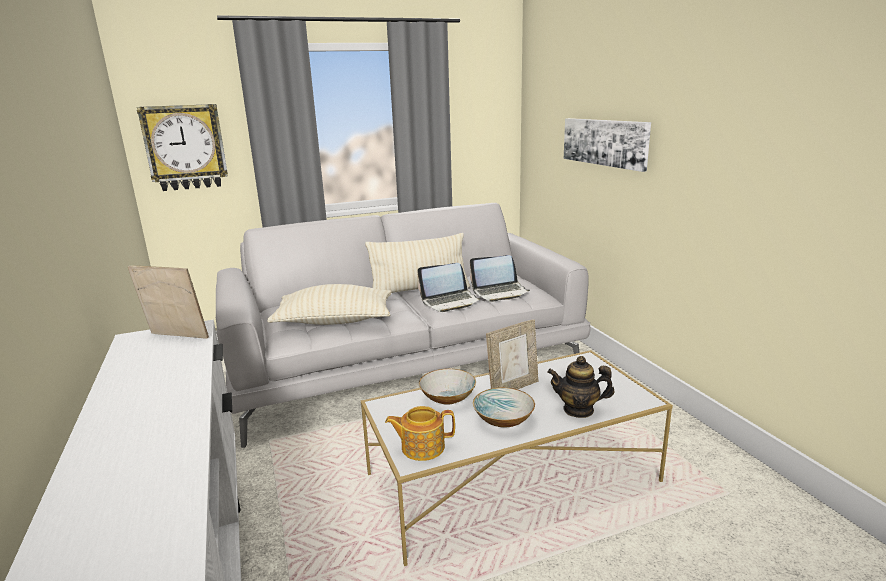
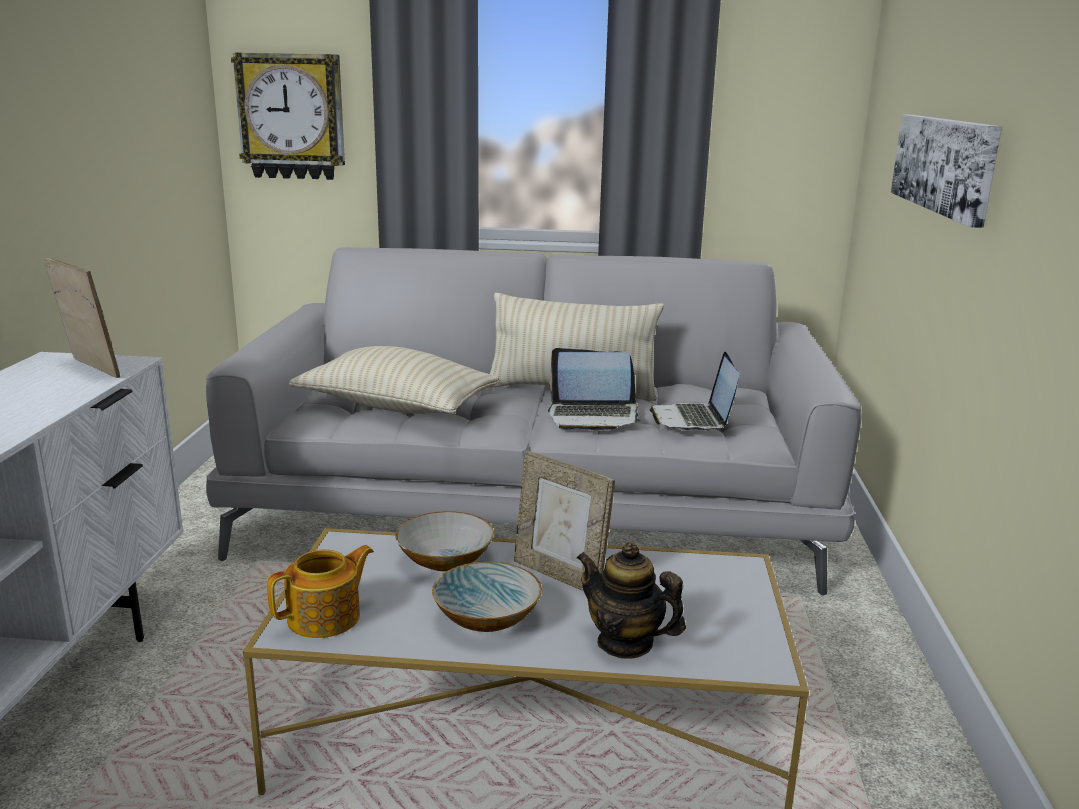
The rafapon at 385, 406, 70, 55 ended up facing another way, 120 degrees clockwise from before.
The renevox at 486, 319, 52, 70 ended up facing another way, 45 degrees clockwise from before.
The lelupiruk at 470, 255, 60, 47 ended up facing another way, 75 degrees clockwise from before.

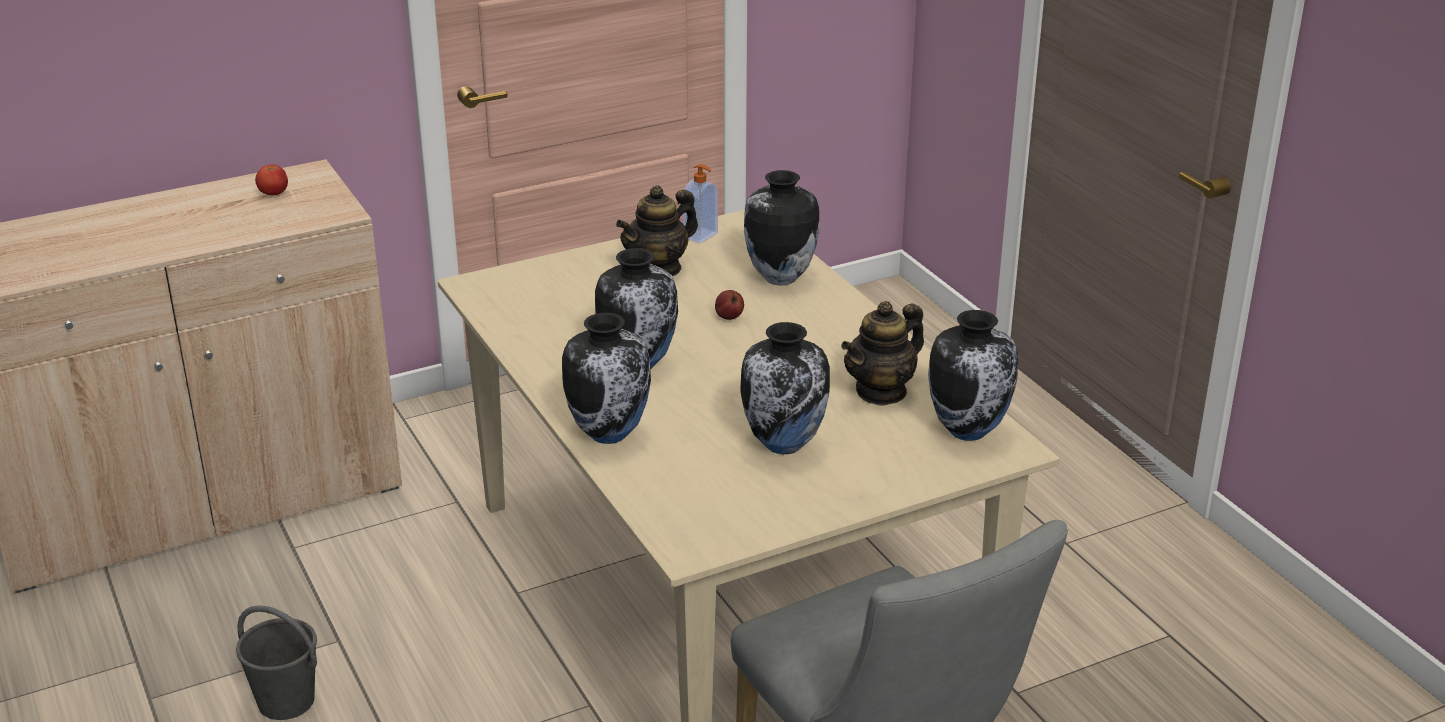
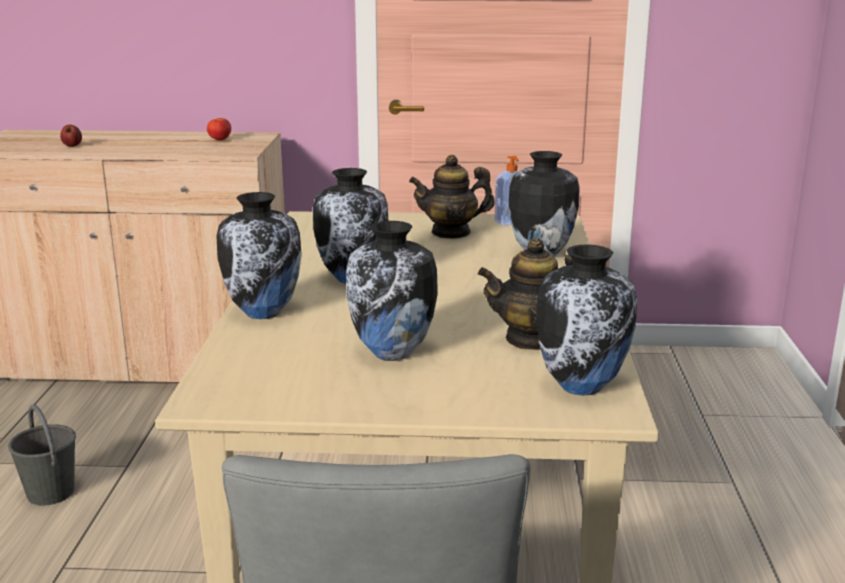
The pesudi ended up elsewhere, having gone from 715, 290, 29, 30 to 60, 125, 22, 22.

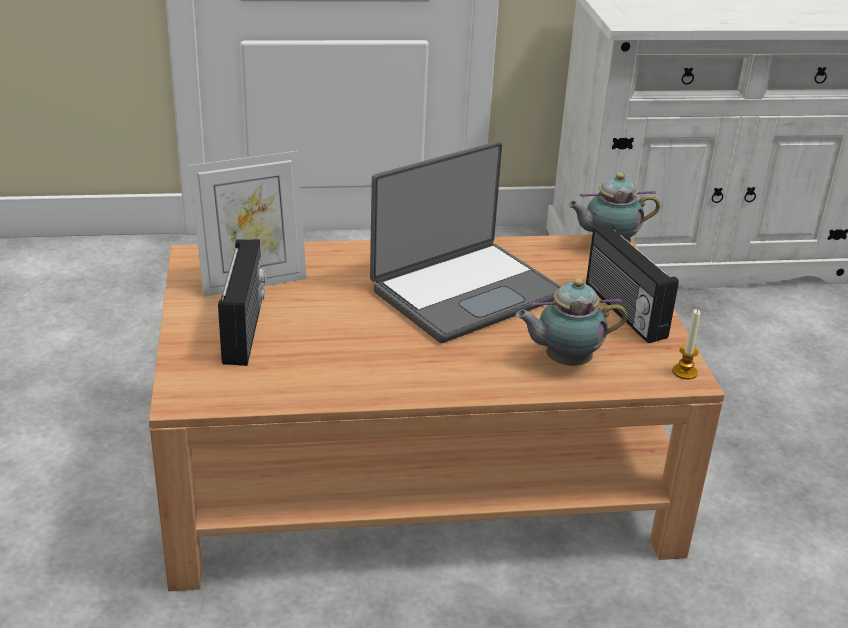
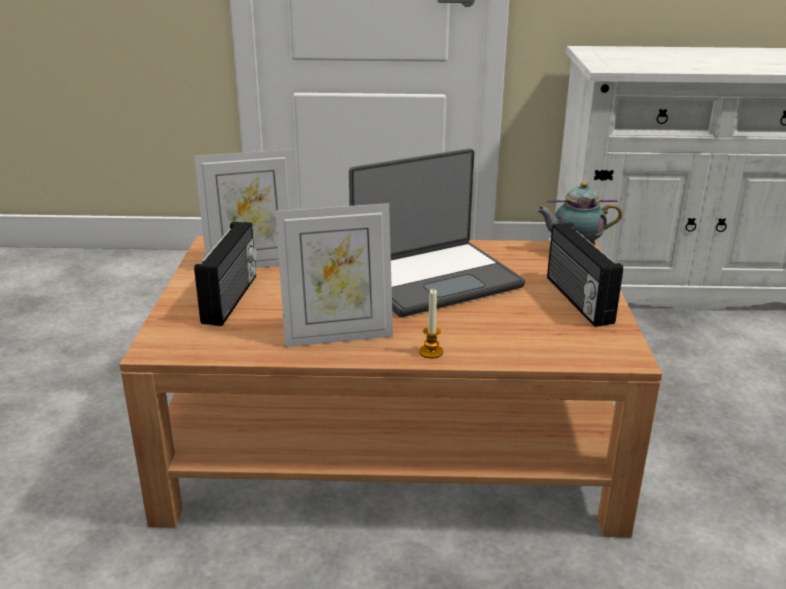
The second view gained the renevox at 275, 203, 118, 144.
The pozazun ended up elsewhere, having gone from 672, 309, 29, 70 to 419, 289, 24, 70.
The second view lost the rafapon at 516, 278, 111, 88.

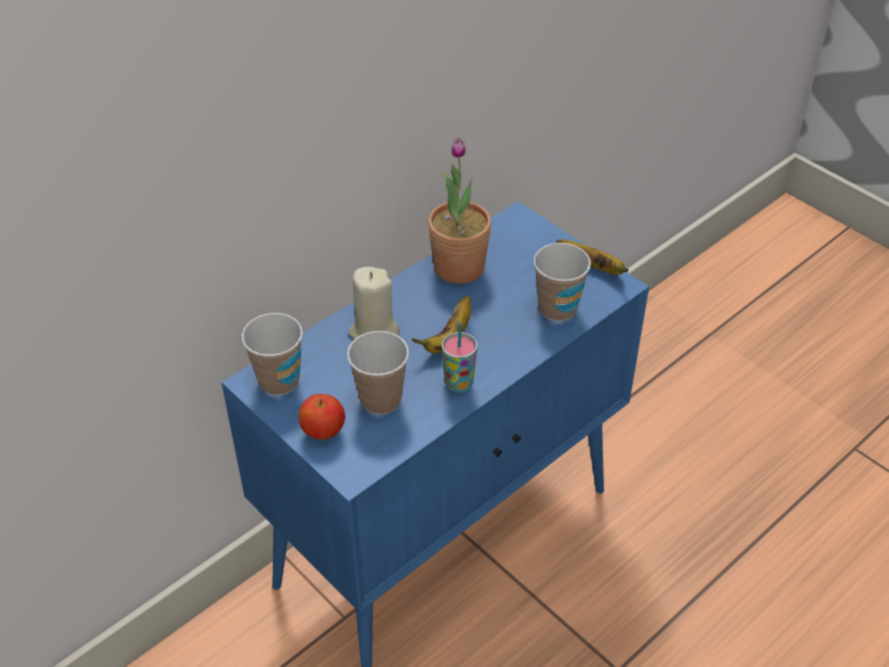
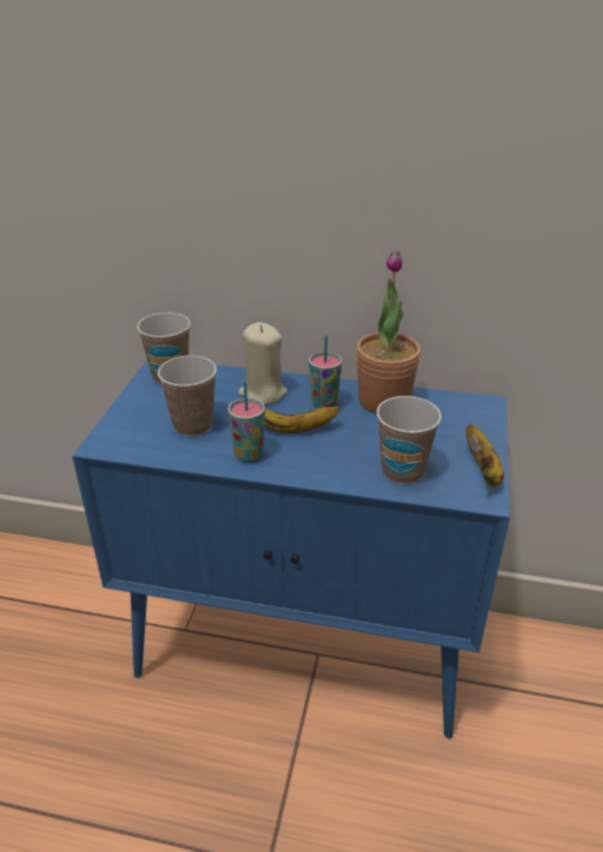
The second view gained the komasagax at 309, 335, 33, 74.
The second view lost the pesudi at 298, 394, 47, 46.

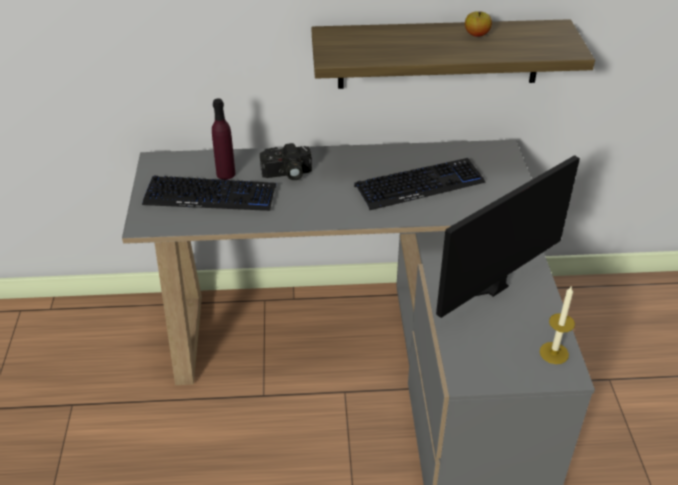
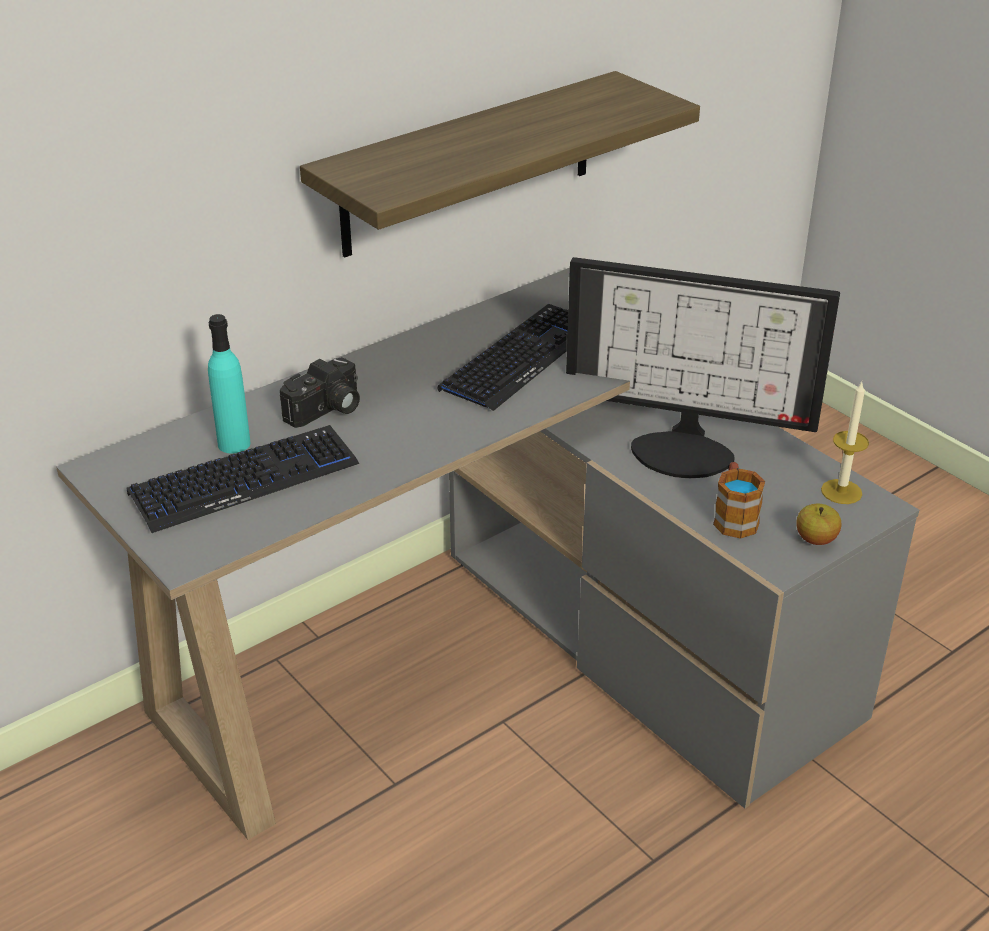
What was the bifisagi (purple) at 212, 99, 23, 81 turned into the bifisagi (turquoise) at 208, 314, 42, 139.
The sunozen at 436, 155, 144, 163 ended up facing another way, 90 degrees counterclockwise from before.
The second view gained the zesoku at 713, 462, 52, 77.
The pesudi ended up elsewhere, having gone from 465, 11, 27, 26 to 796, 504, 45, 41.

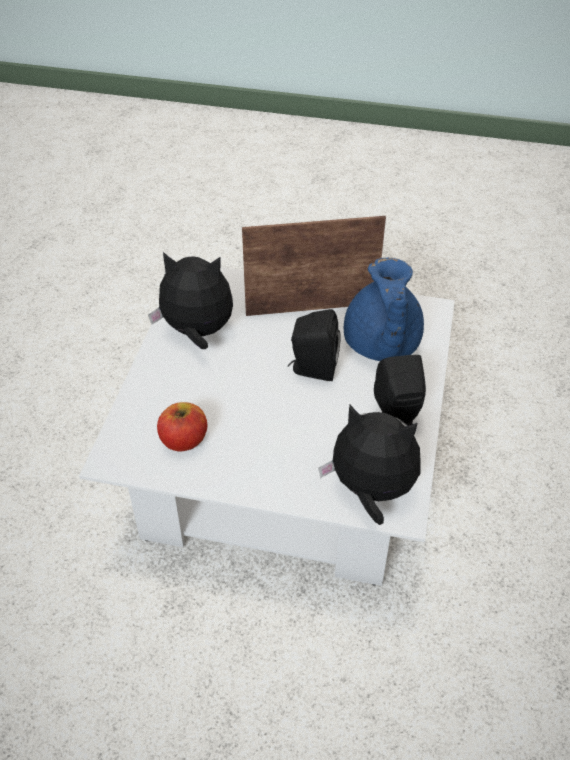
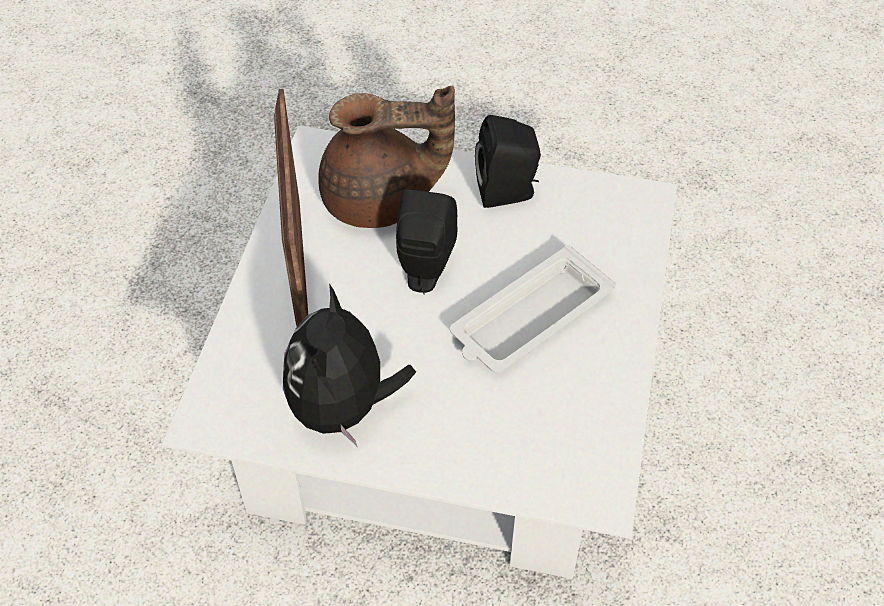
What was the rafapon (blue) at 344, 258, 80, 103 turned into the rafapon (brown) at 318, 85, 137, 143.
The second view gained the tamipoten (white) at 450, 245, 166, 128.
The second view lost the pesudi at 157, 402, 50, 50.
The second view lost the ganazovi at 318, 405, 103, 120.

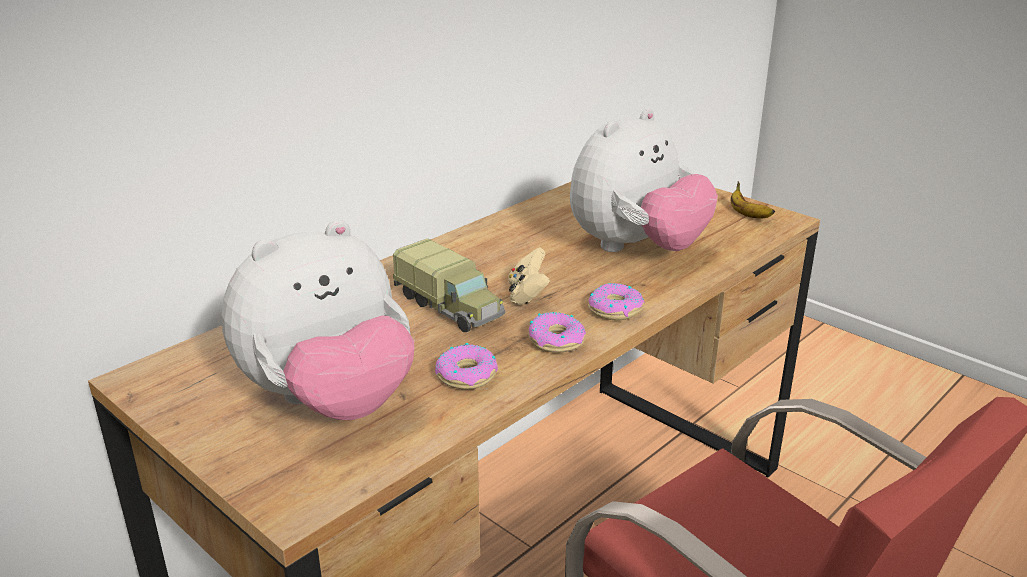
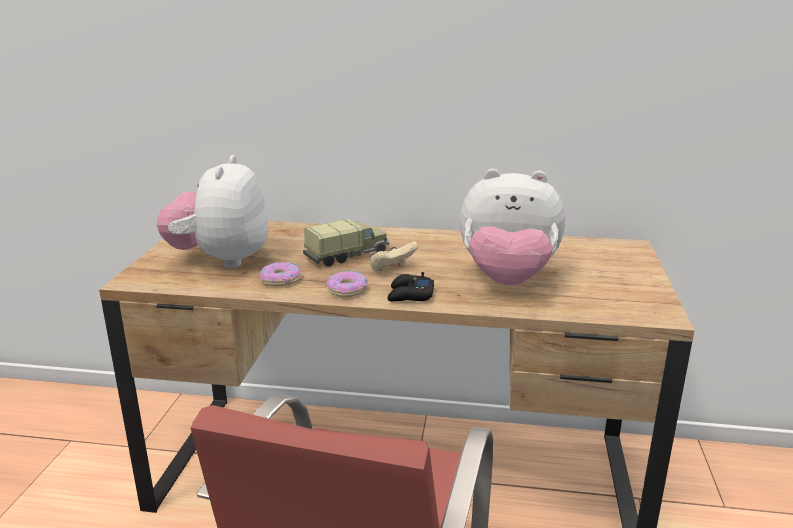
The ganazovi at 221, 220, 193, 200 ended up facing another way, 75 degrees clockwise from before.
The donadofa at 393, 238, 112, 94 ended up facing another way, 135 degrees counterclockwise from before.
Where the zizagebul stood at 588, 283, 57, 37, the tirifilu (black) came to stand at 387, 272, 47, 30.
The second view lost the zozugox at 730, 181, 45, 37.

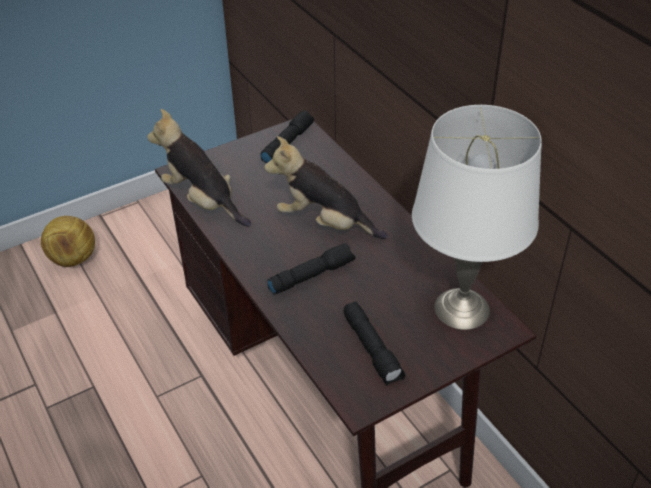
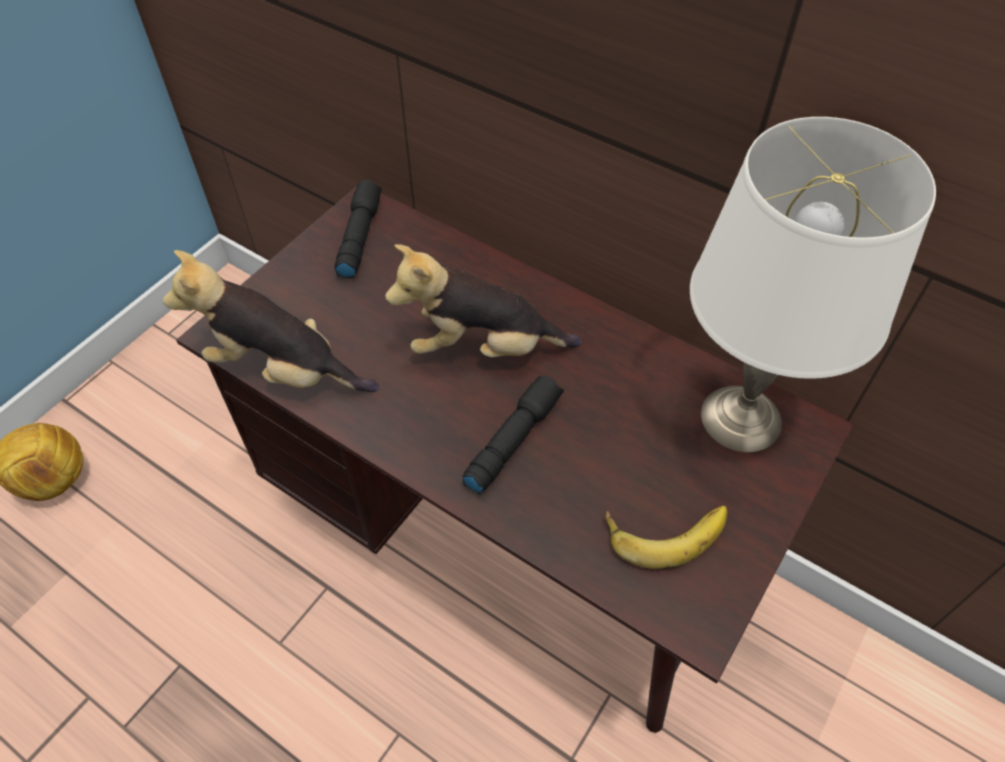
Where the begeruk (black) stood at 344, 302, 61, 83, the zozugox came to stand at 605, 506, 122, 63.

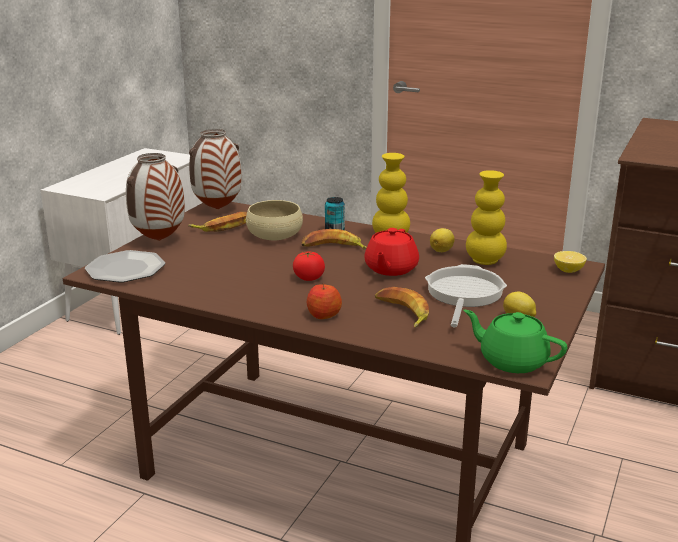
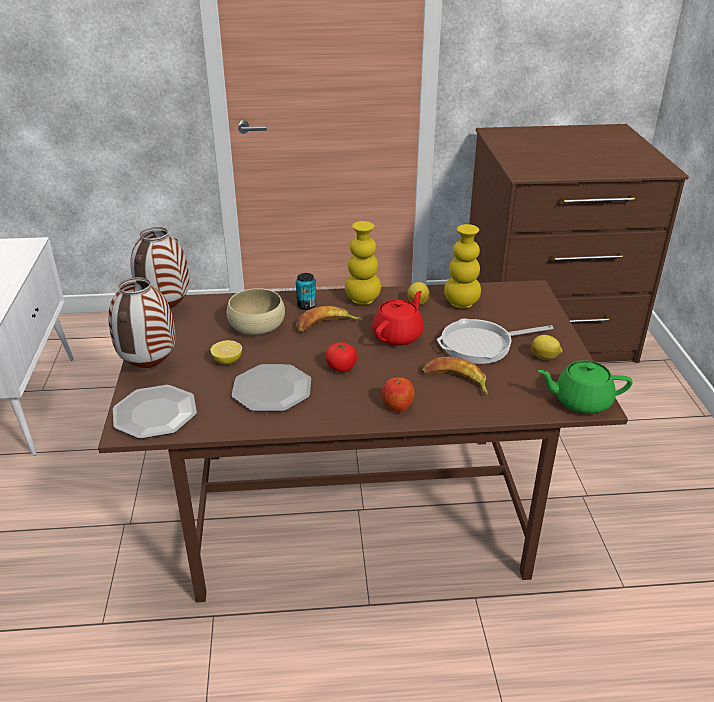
The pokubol ended up elsewhere, having gone from 554, 251, 33, 22 to 210, 340, 32, 24.
The second view gained the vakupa at 231, 364, 80, 47.
The rafapon (red) at 364, 228, 55, 48 ended up facing another way, 135 degrees counterclockwise from before.
The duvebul at 425, 264, 82, 63 ended up facing another way, 90 degrees counterclockwise from before.
The second view lost the zozugox at 188, 212, 59, 20.

